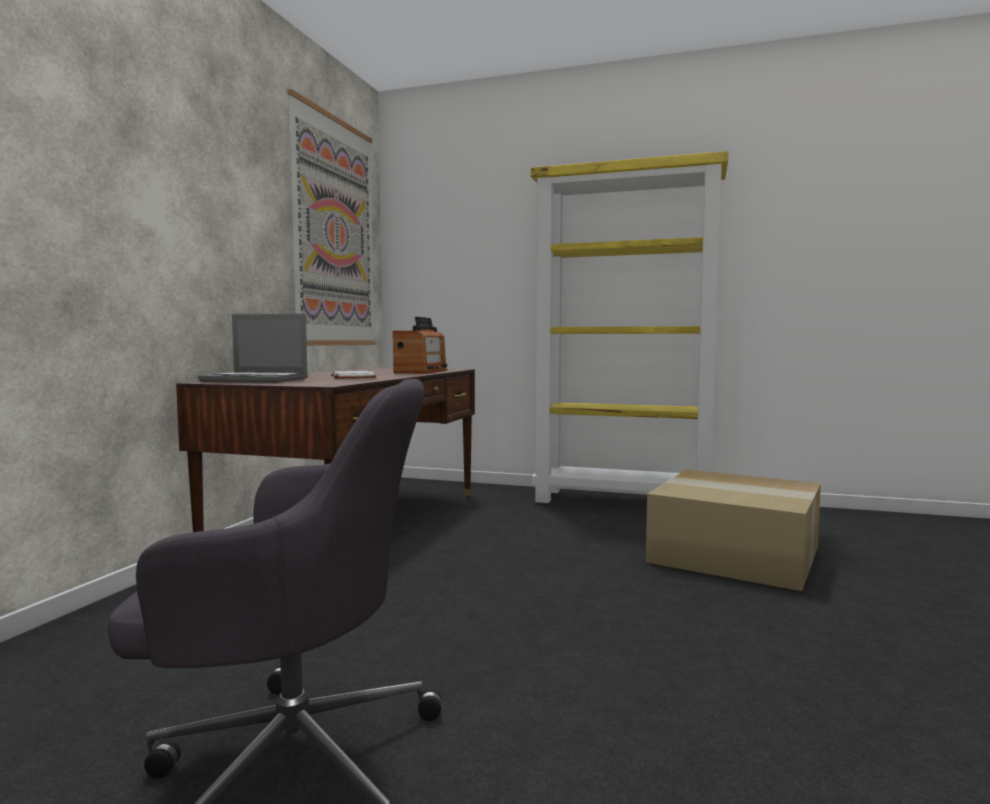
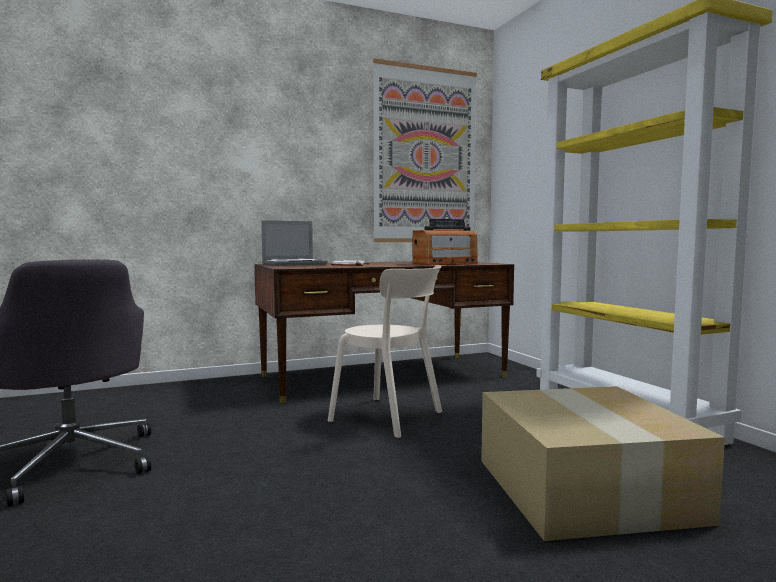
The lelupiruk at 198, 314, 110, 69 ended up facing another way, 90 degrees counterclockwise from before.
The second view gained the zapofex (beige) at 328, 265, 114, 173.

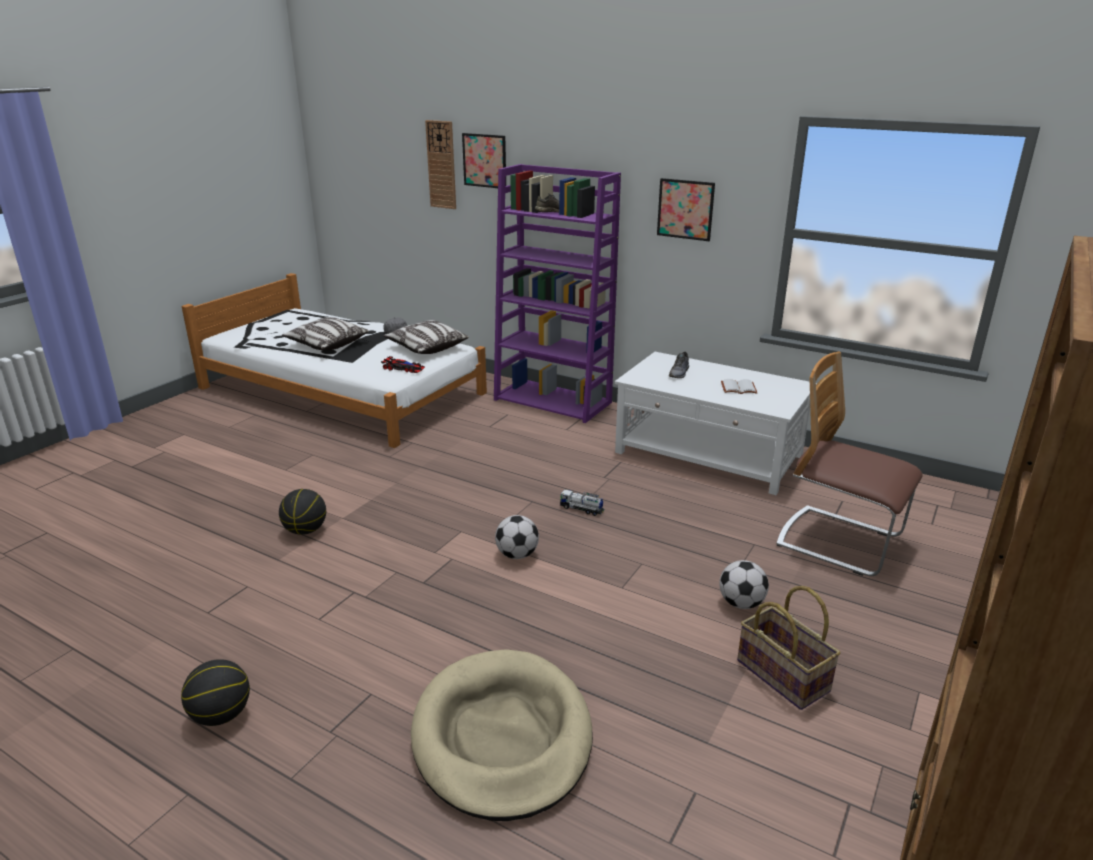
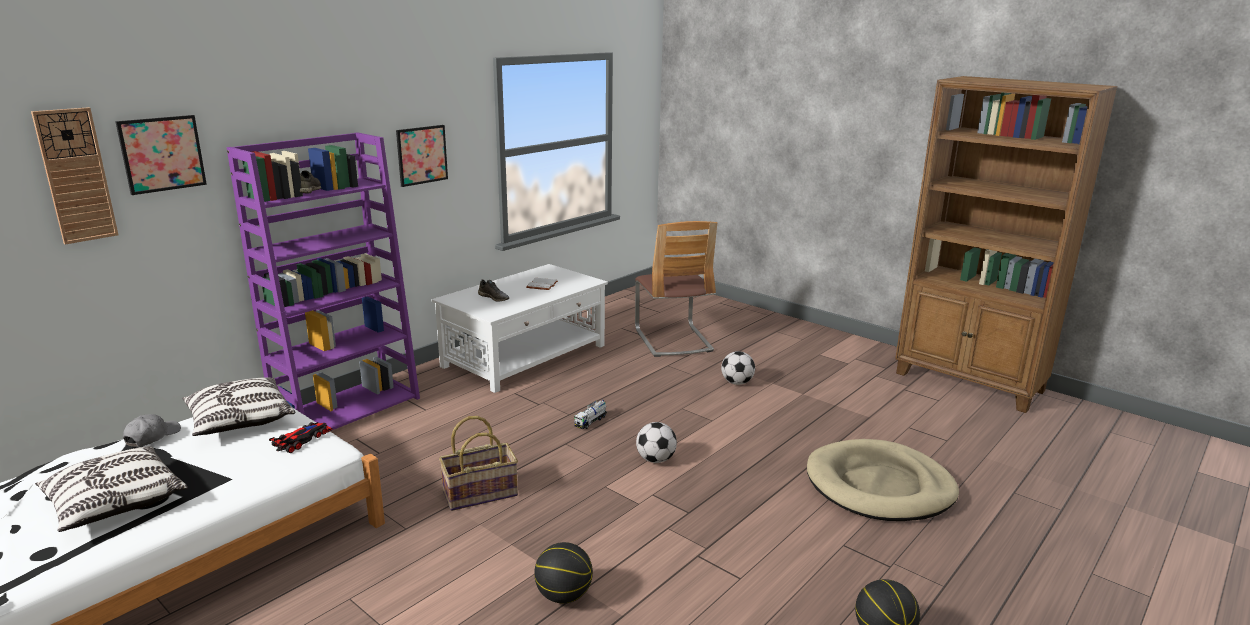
The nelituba ended up elsewhere, having gone from 737, 586, 104, 124 to 439, 416, 79, 95.
The zapofex at 776, 352, 147, 224 ended up facing another way, 60 degrees counterclockwise from before.

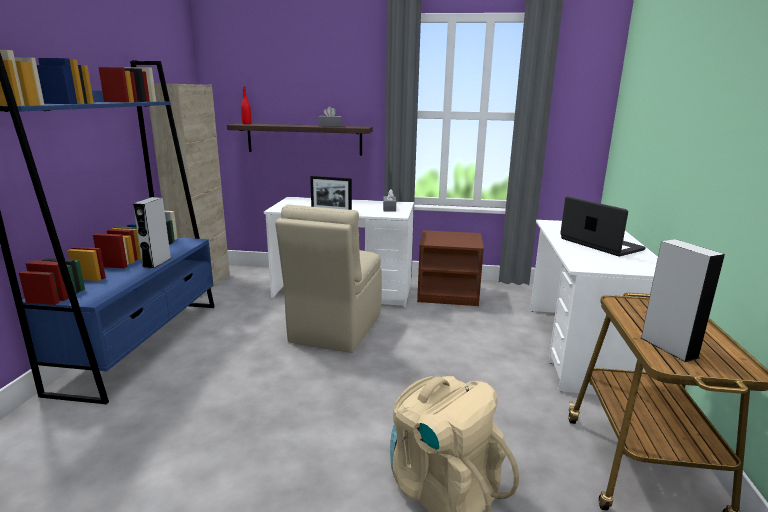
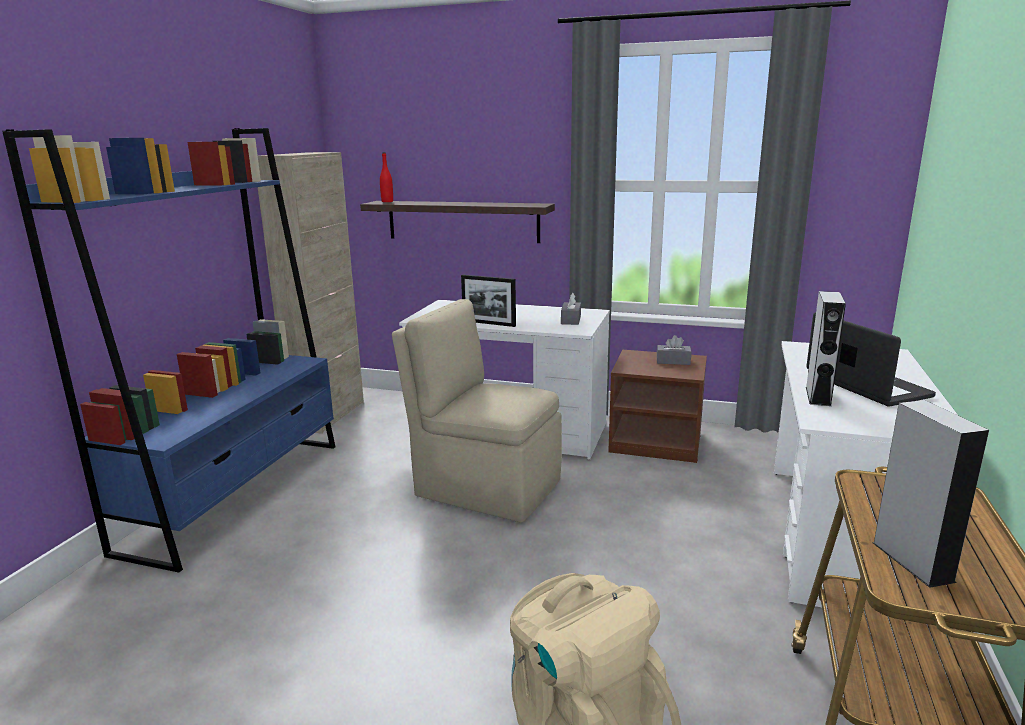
The zapofex (beige) at 275, 204, 107, 149 ended up facing another way, 90 degrees clockwise from before.
The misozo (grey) ended up elsewhere, having gone from 318, 106, 24, 21 to 657, 335, 34, 30.
The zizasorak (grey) ended up elsewhere, having gone from 133, 197, 38, 72 to 806, 291, 40, 115.

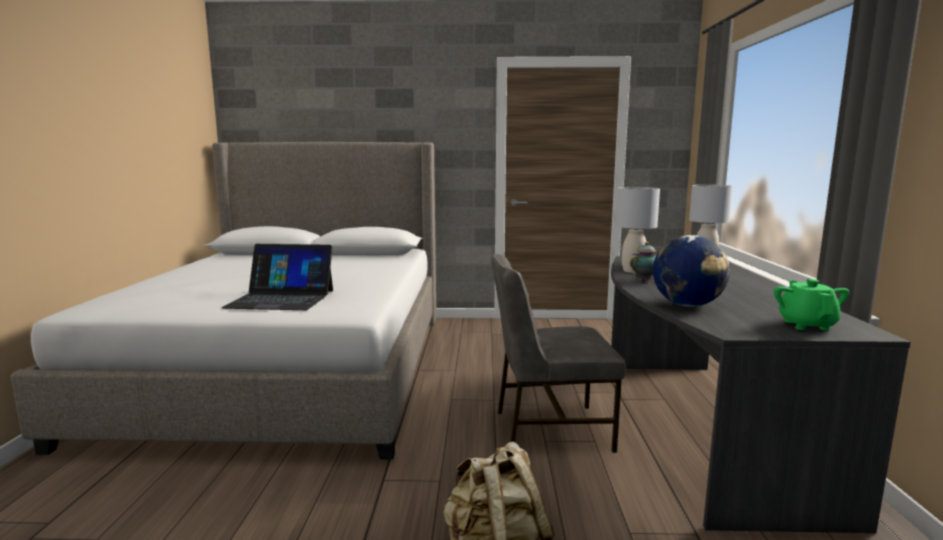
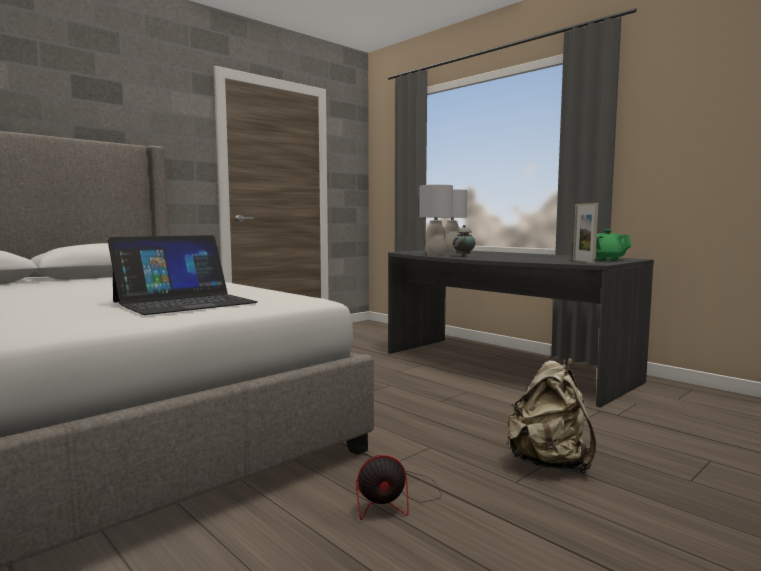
The second view gained the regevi at 356, 455, 85, 65.
The second view gained the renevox at 573, 203, 25, 61.
The second view lost the zapofex (grey) at 491, 254, 135, 199.
The second view lost the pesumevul at 653, 235, 77, 72.

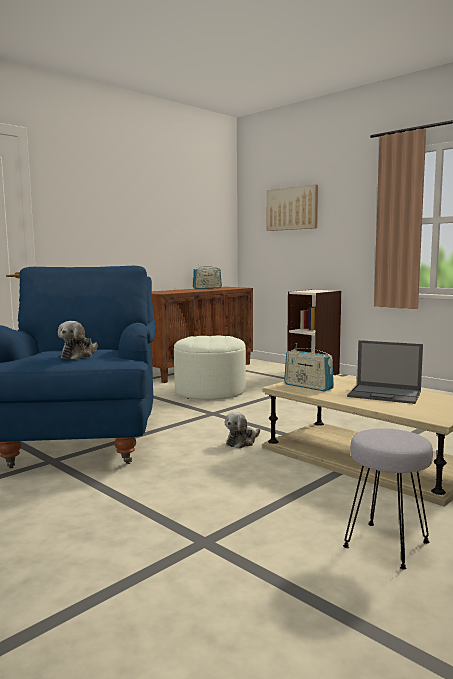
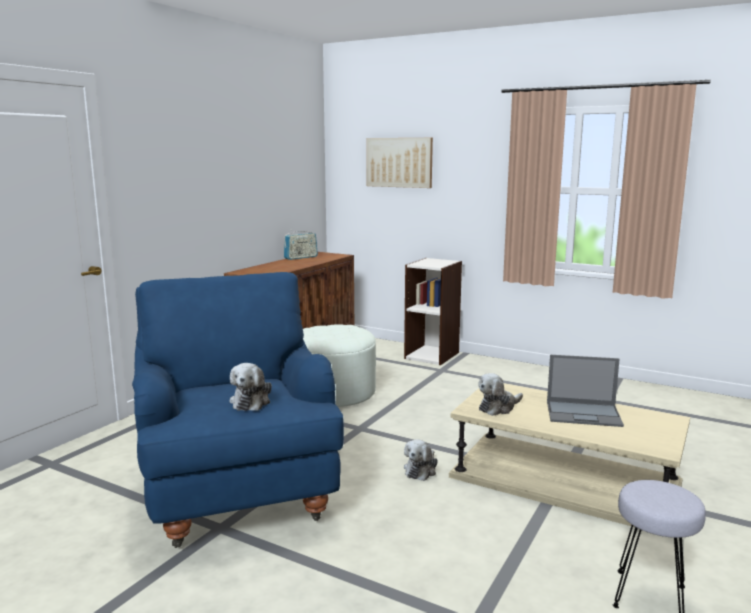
Where the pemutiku stood at 284, 343, 50, 49, the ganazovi came to stand at 478, 373, 45, 43.

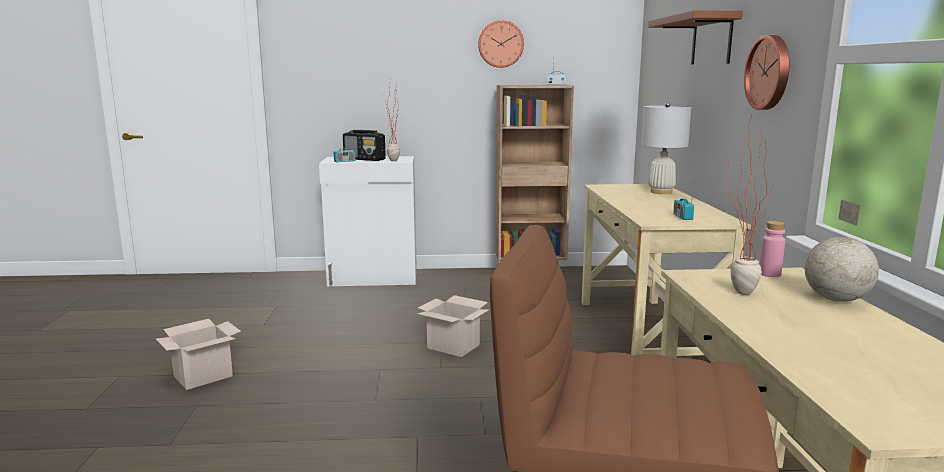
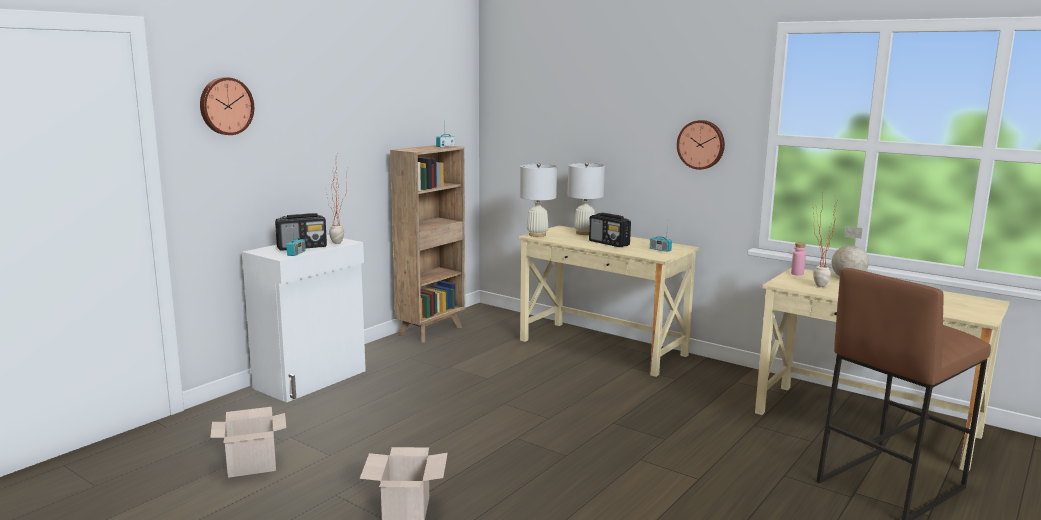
The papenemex ended up elsewhere, having gone from 478, 20, 46, 48 to 200, 77, 54, 58.
The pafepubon ended up elsewhere, having gone from 417, 295, 71, 62 to 210, 407, 76, 71.
The second view gained the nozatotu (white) at 520, 163, 37, 74.
The second view gained the pemutiku at 589, 213, 42, 34.
The second view lost the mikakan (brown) at 648, 10, 95, 55.

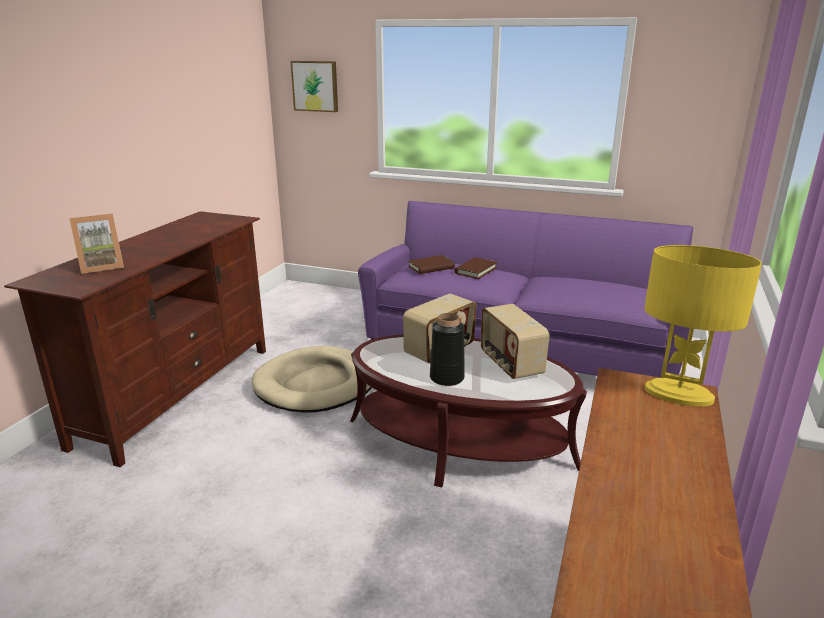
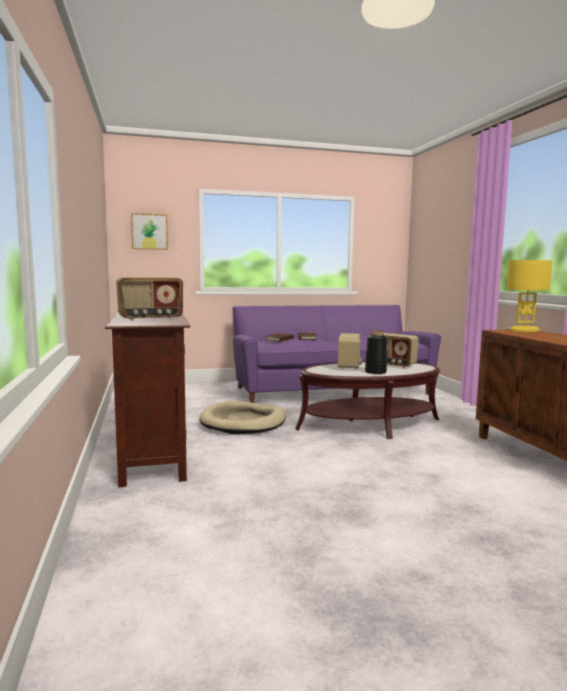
Where the renevox stood at 69, 214, 55, 60, the pemutiku came to stand at 116, 277, 67, 44.

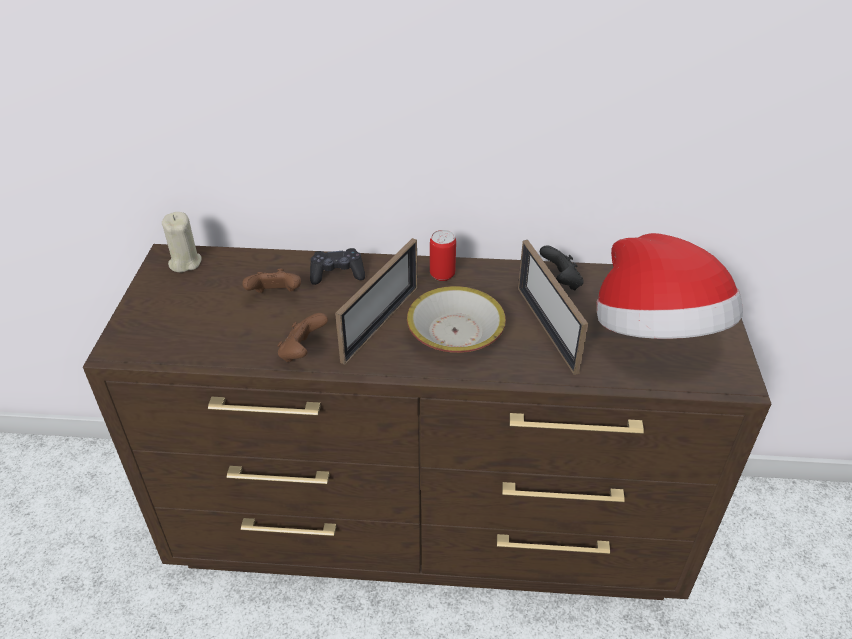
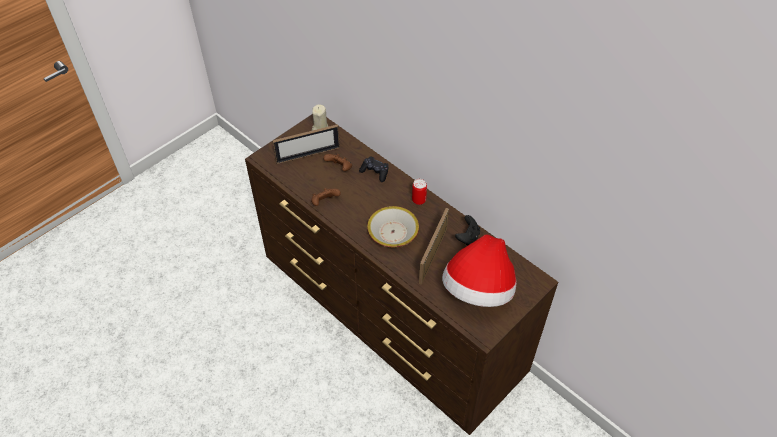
The renevox ended up elsewhere, having gone from 335, 238, 82, 127 to 272, 124, 68, 40.

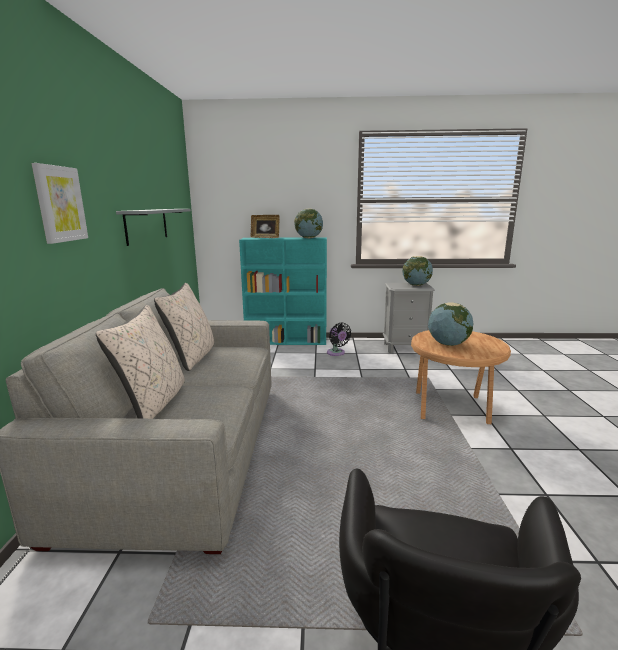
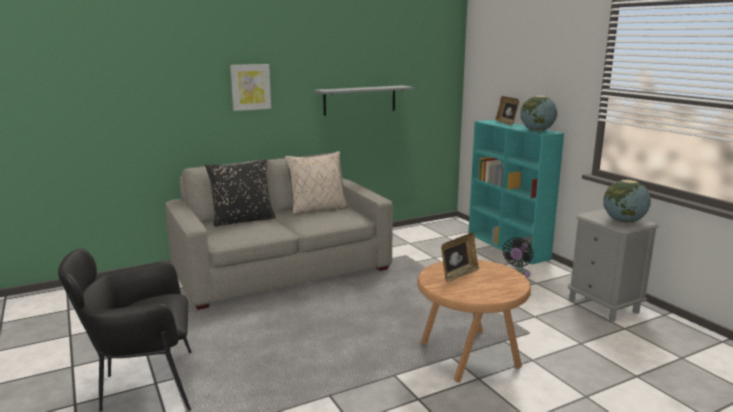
What was the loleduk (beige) at 96, 305, 89, 114 turned into the loleduk (black) at 205, 159, 70, 68.
Where the pesumevul stood at 428, 302, 45, 44, the renevox came to stand at 441, 232, 38, 51.

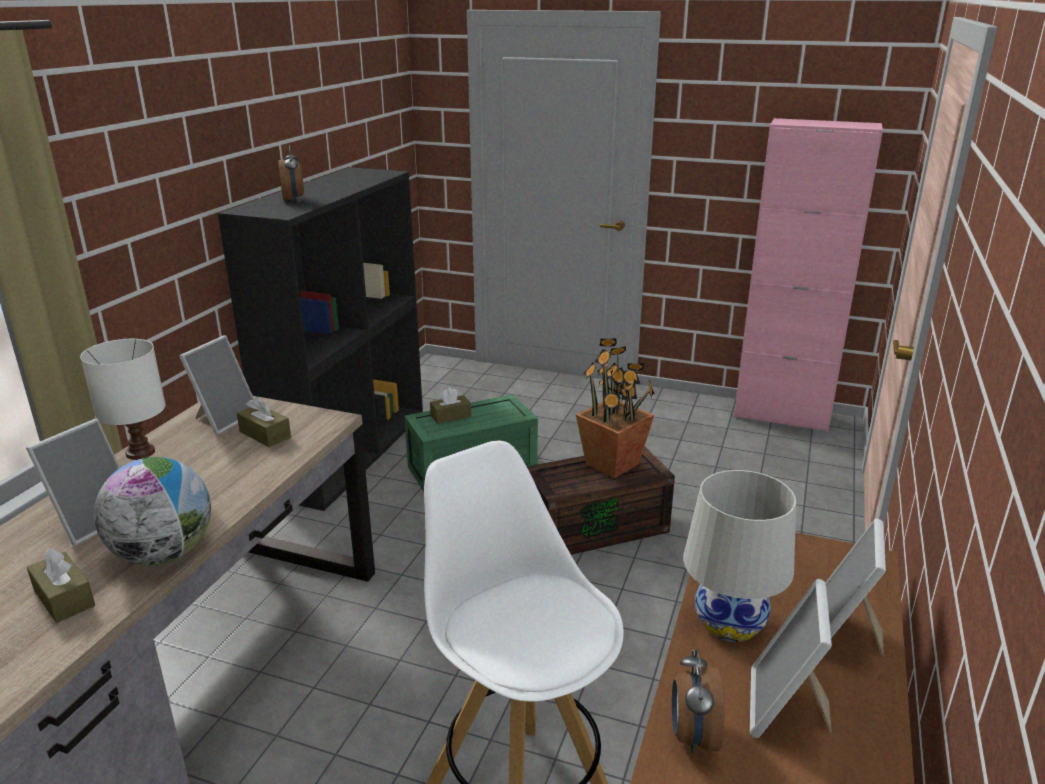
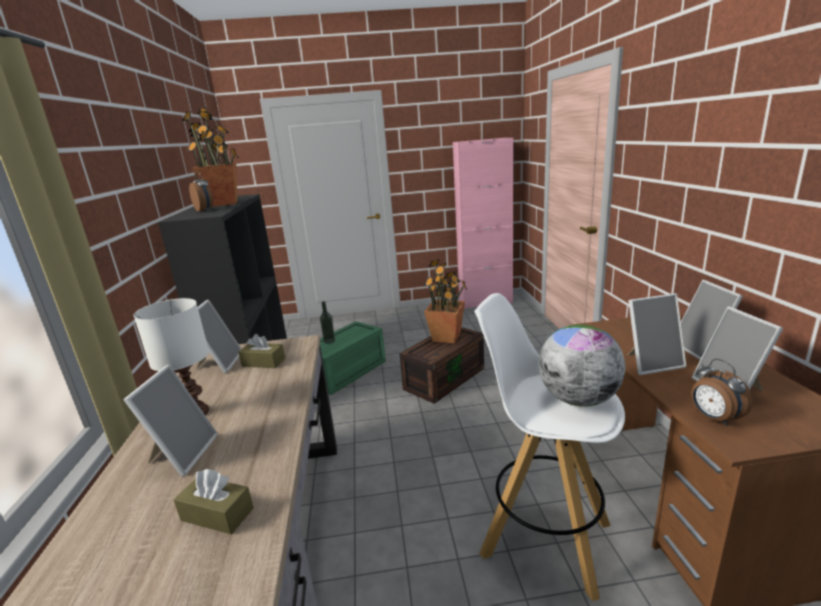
The second view gained the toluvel at 182, 107, 57, 100.
Where the misozo (brown) stood at 430, 387, 41, 37, the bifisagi came to stand at 320, 301, 15, 43.
The pesumevul ended up elsewhere, having gone from 94, 457, 117, 108 to 539, 325, 86, 82.
Where the nozatotu (white) stood at 683, 470, 113, 172, the renevox came to stand at 628, 293, 59, 82.

